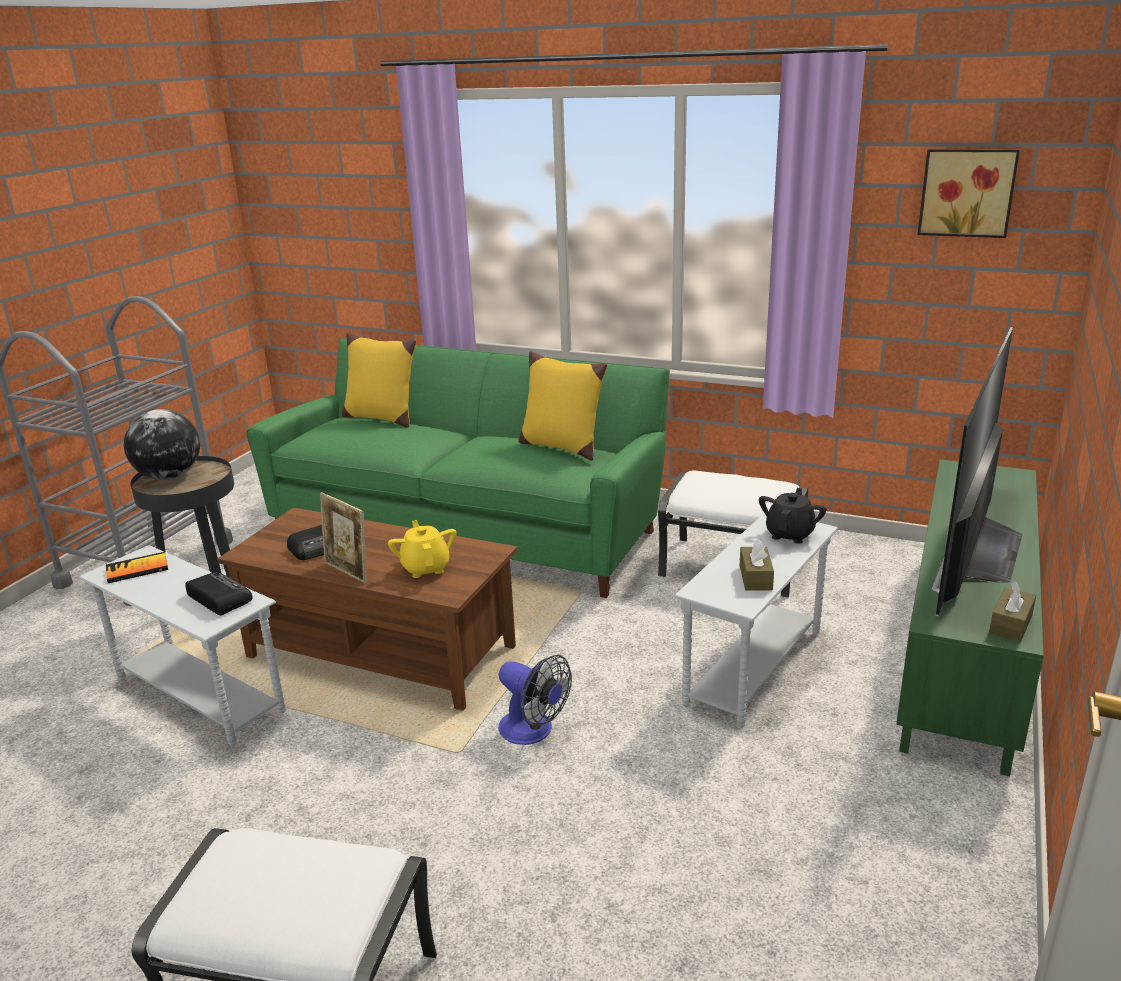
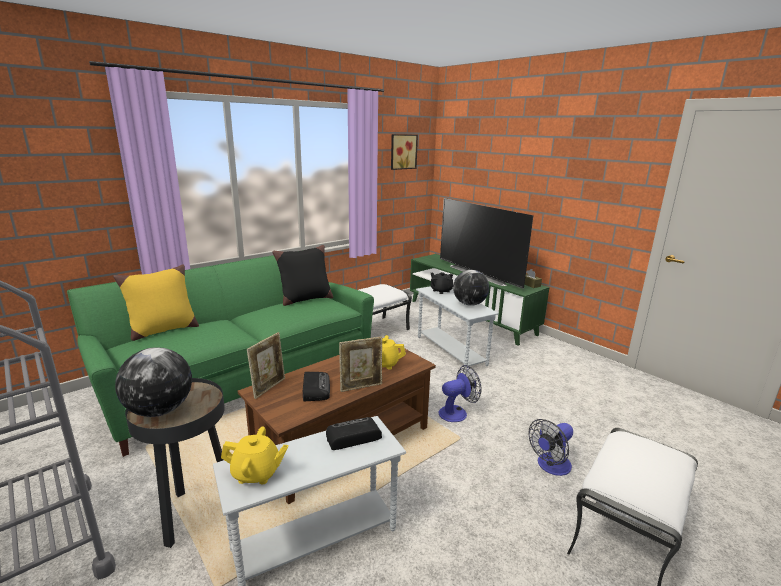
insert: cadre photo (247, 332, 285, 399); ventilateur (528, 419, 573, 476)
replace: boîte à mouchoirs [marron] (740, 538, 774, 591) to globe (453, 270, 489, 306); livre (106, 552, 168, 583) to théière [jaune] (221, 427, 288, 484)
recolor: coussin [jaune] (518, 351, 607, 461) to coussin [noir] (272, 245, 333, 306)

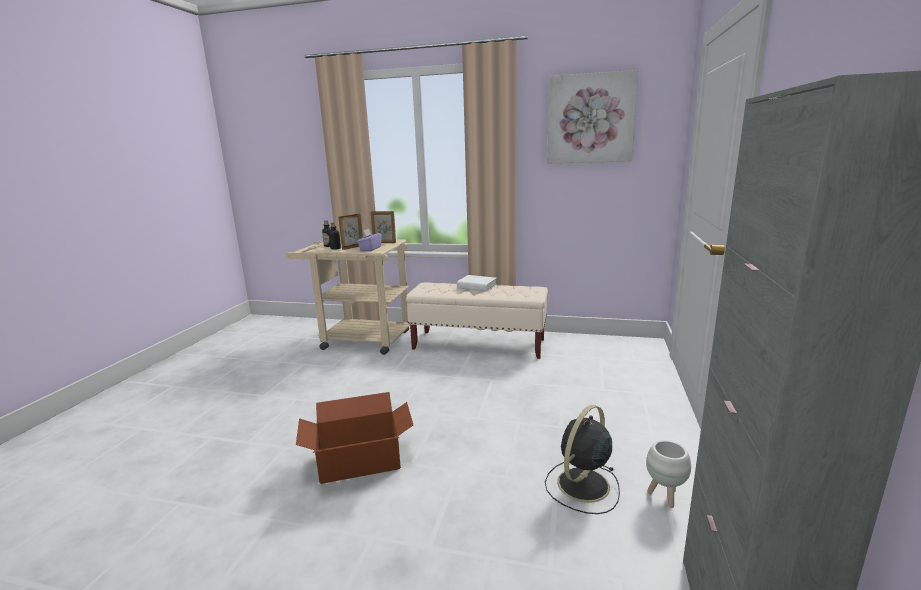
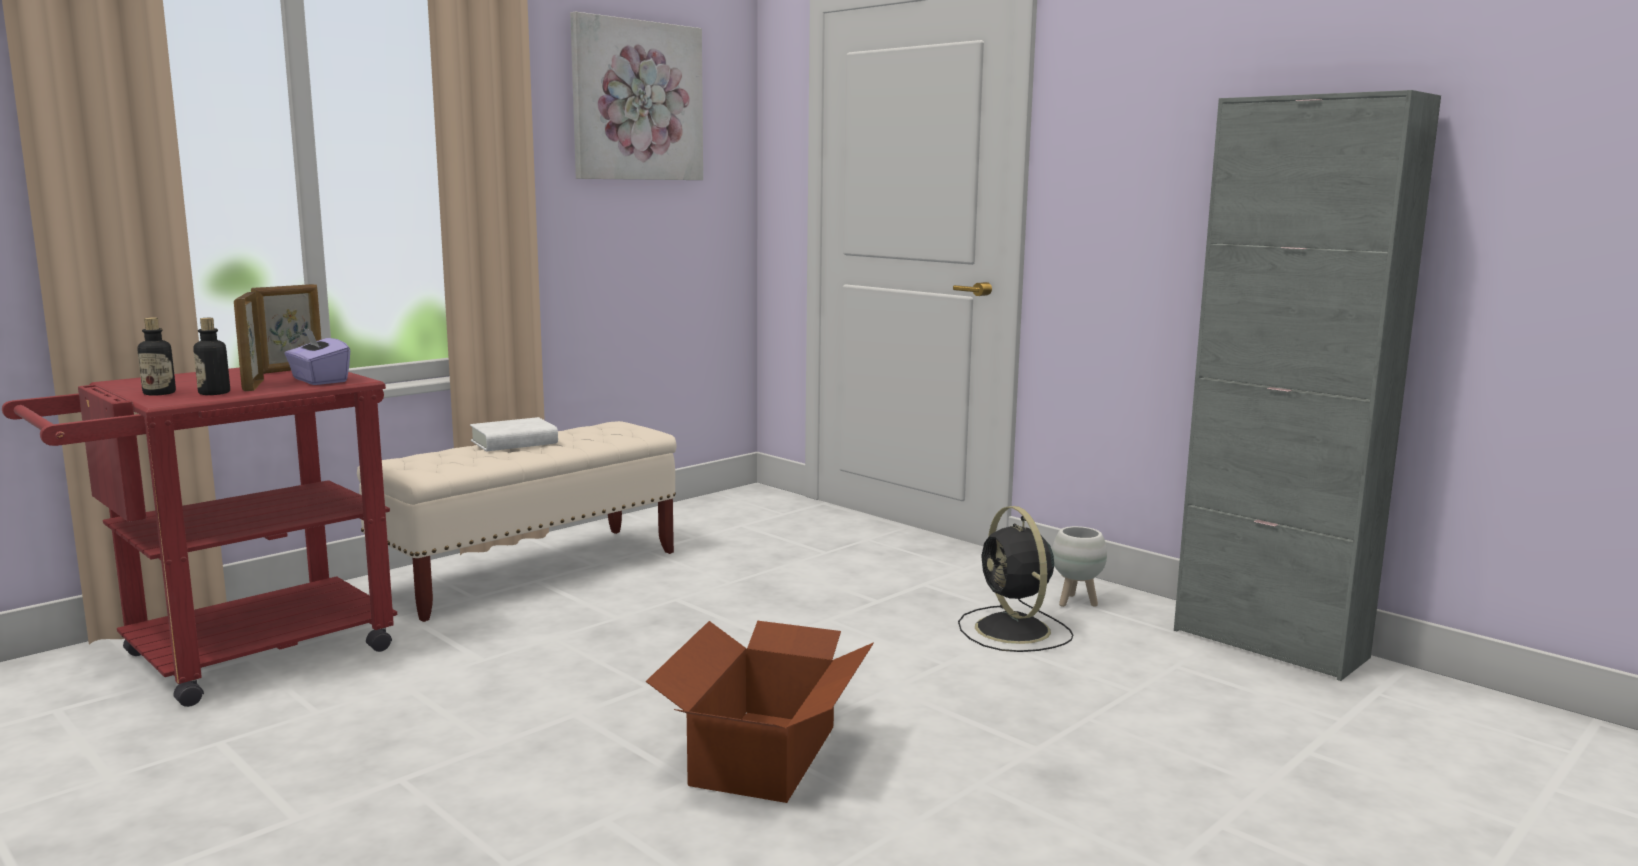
recolor: chariot [beige] (285, 239, 410, 355) to chariot [rouge] (2, 368, 397, 707)

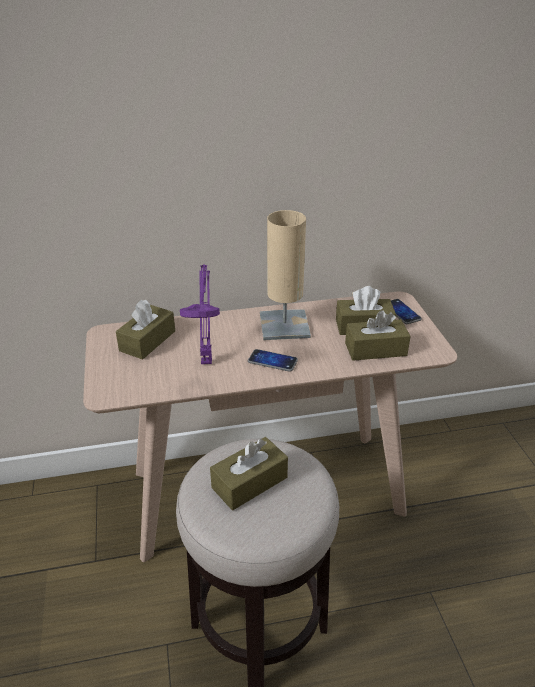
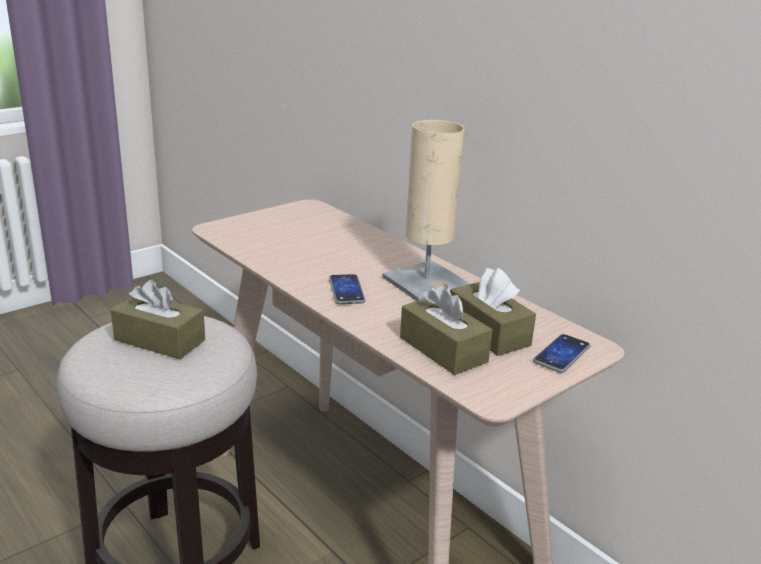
delete: lampe de table [violet] (180, 264, 220, 364); boîte à mouchoirs [marron] (116, 300, 175, 360)

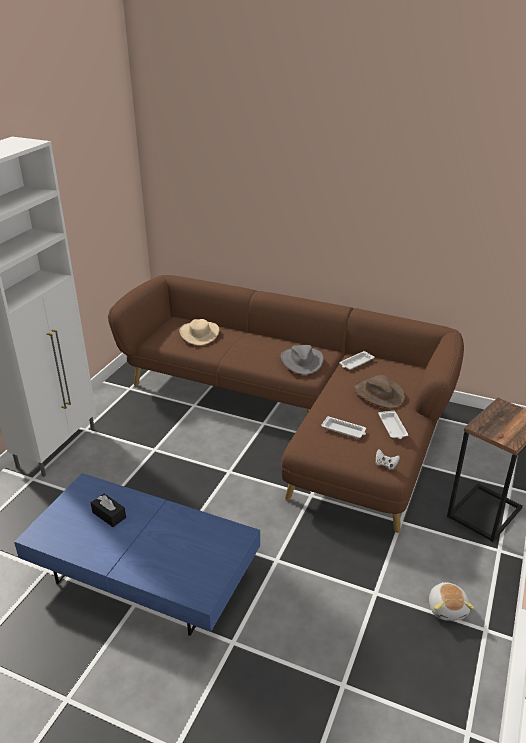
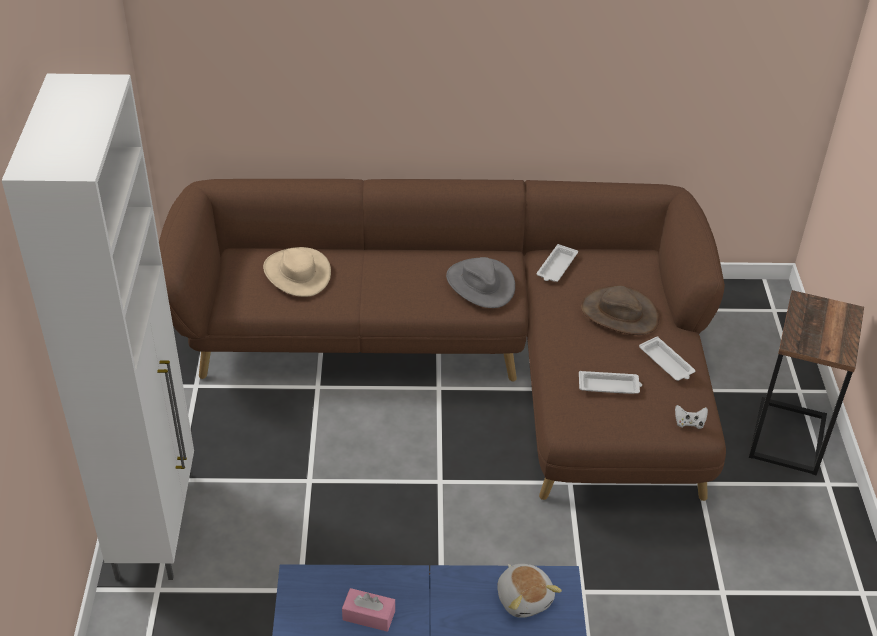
move: peluche (429, 582, 475, 621) to (497, 564, 562, 618)
recolor: boîte à mouchoirs [noir] (91, 494, 126, 527) to boîte à mouchoirs [rose] (342, 588, 395, 632)

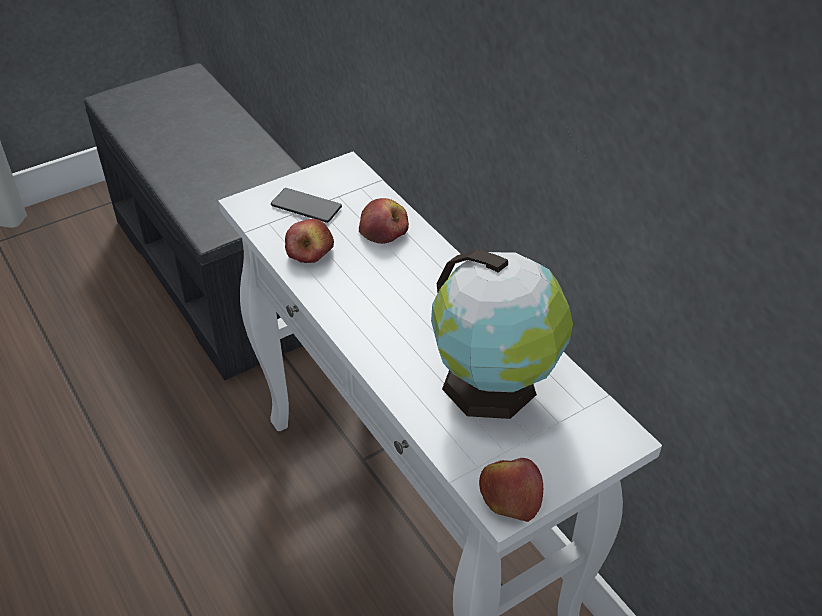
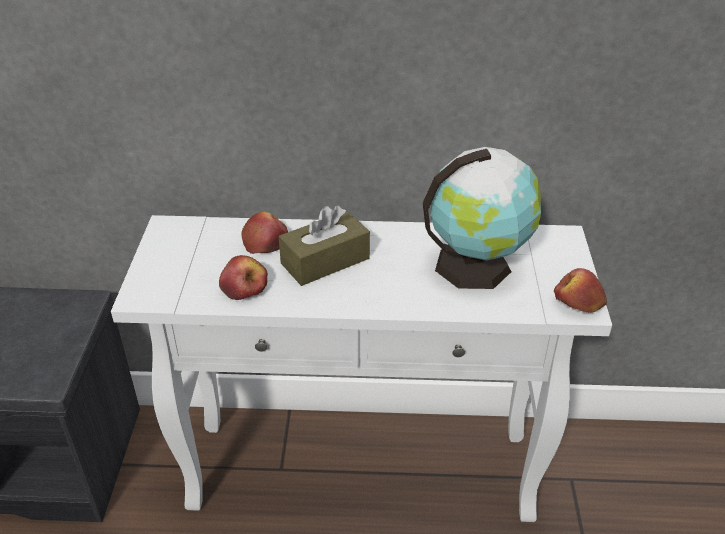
delete: téléphone (271, 188, 342, 223)
insert: boîte à mouchoirs [marron] (279, 206, 370, 286)

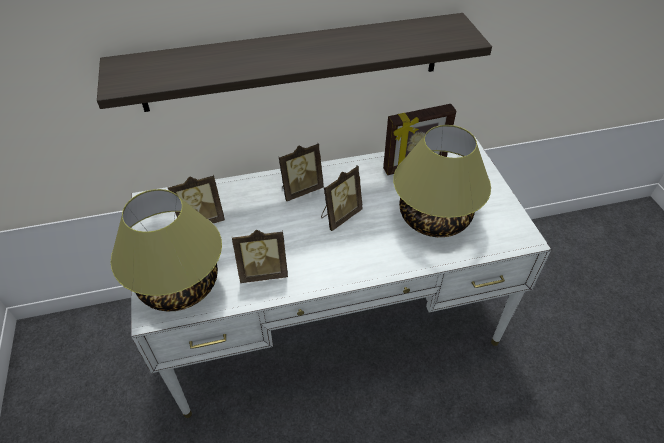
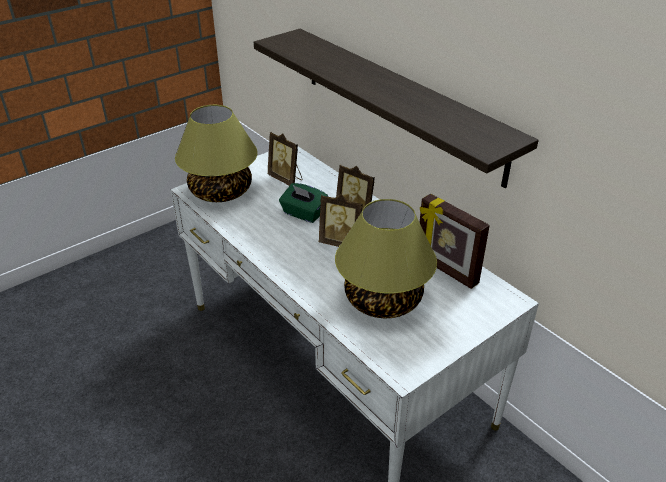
delete: cadre photo (232, 230, 288, 283)
insert: boîte à mouchoirs [vert] (279, 183, 328, 223)

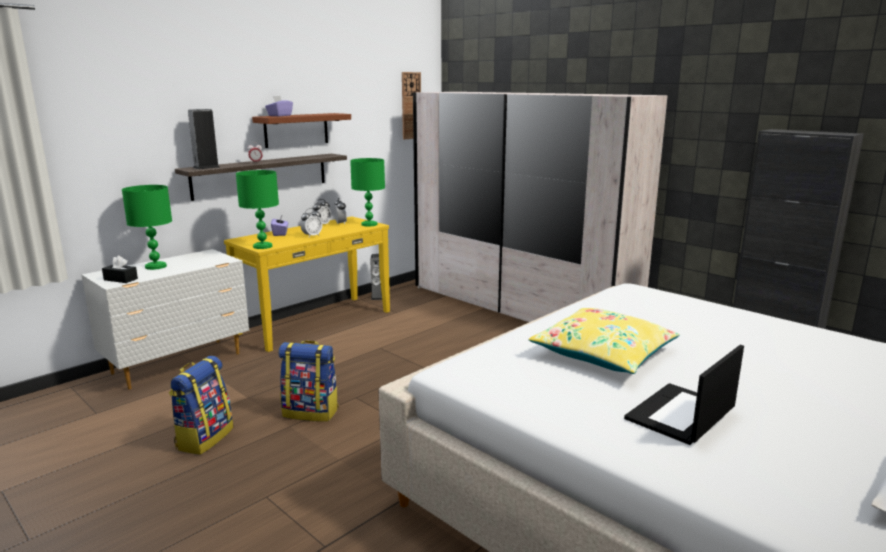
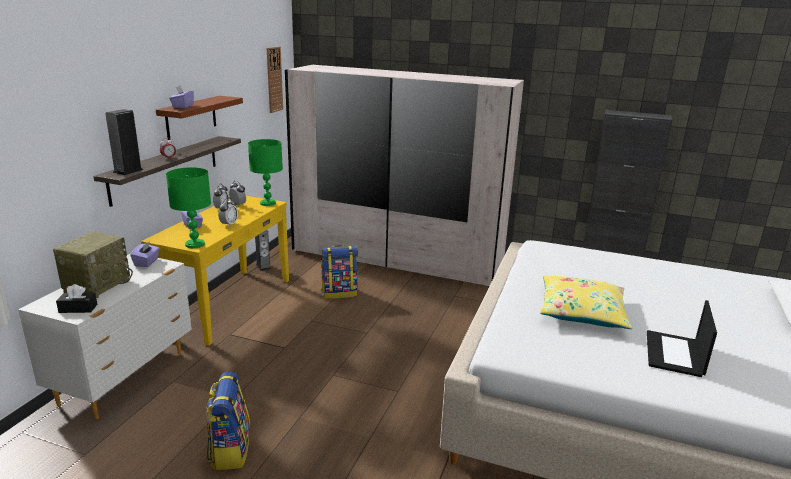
insert: boîte à mouchoirs [violet] (130, 241, 160, 267)
move: sac à dos (278, 340, 339, 422) to (321, 245, 358, 299)
replace: lampe de table [vert] (122, 185, 172, 270) to radio (53, 232, 133, 298)

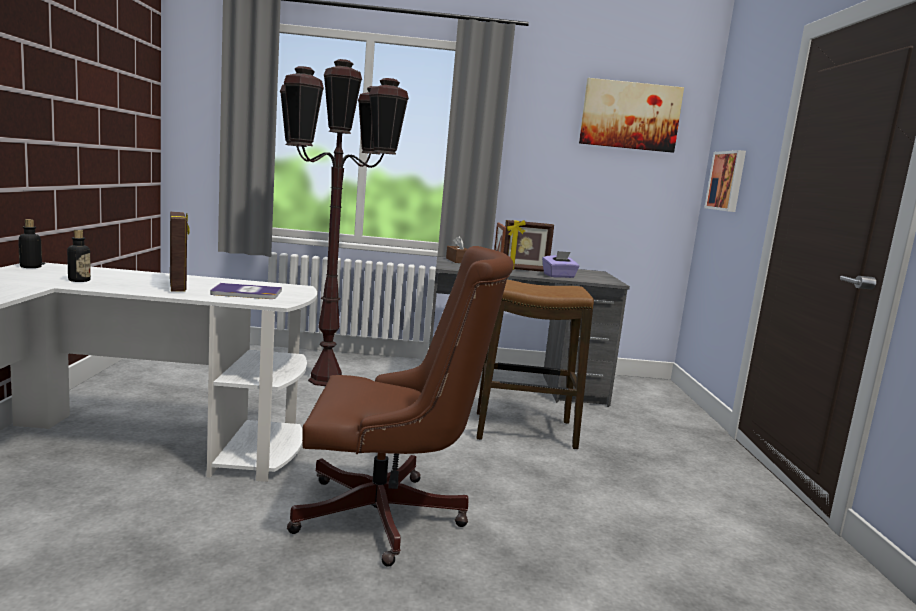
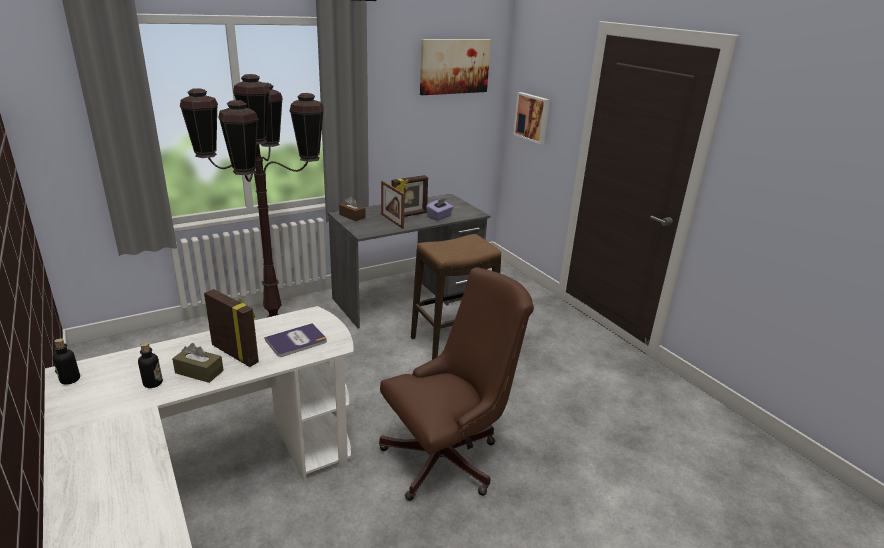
insert: boîte à mouchoirs [marron] (172, 343, 224, 383)

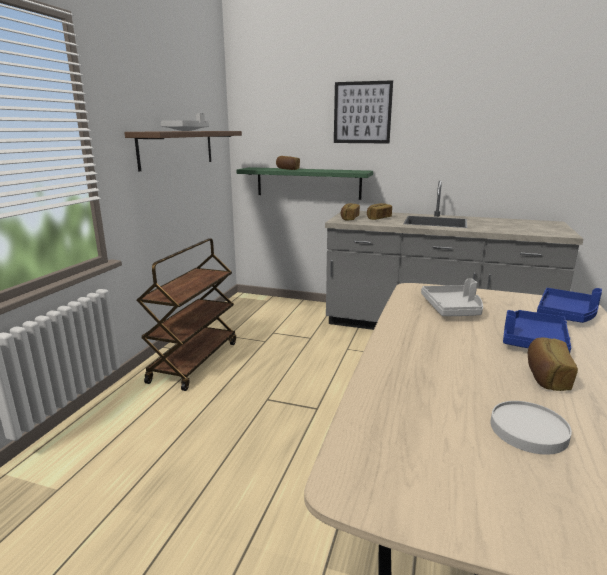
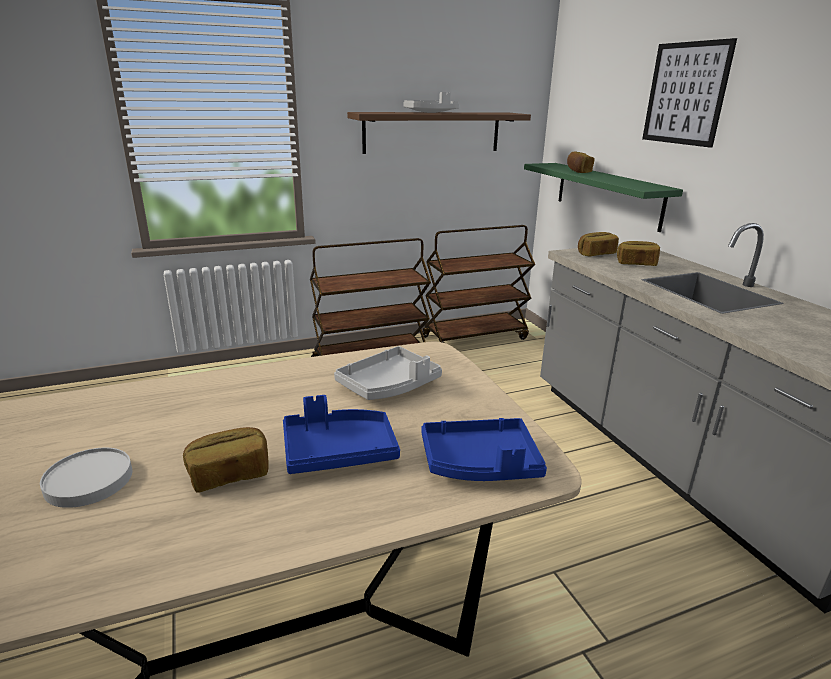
insert: chariot [marron] (422, 225, 535, 343)

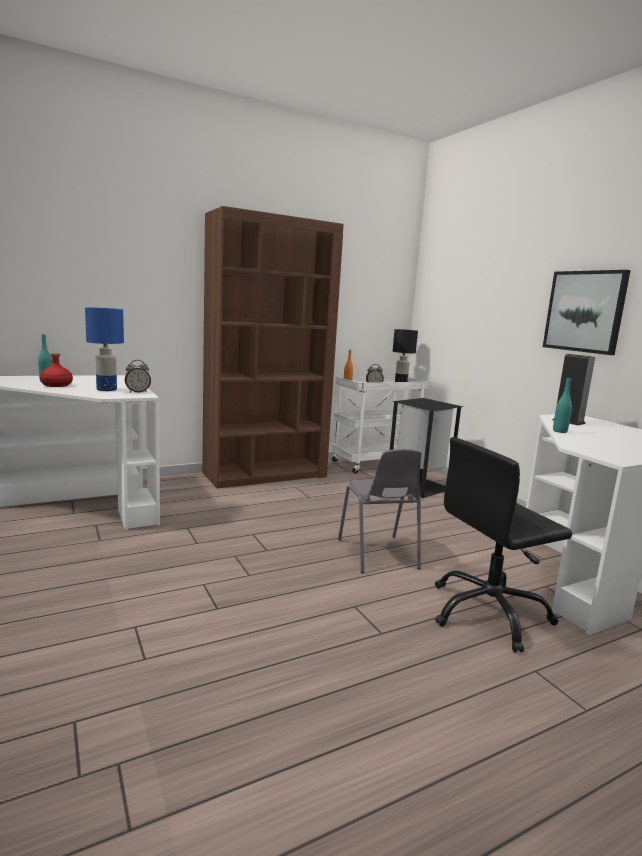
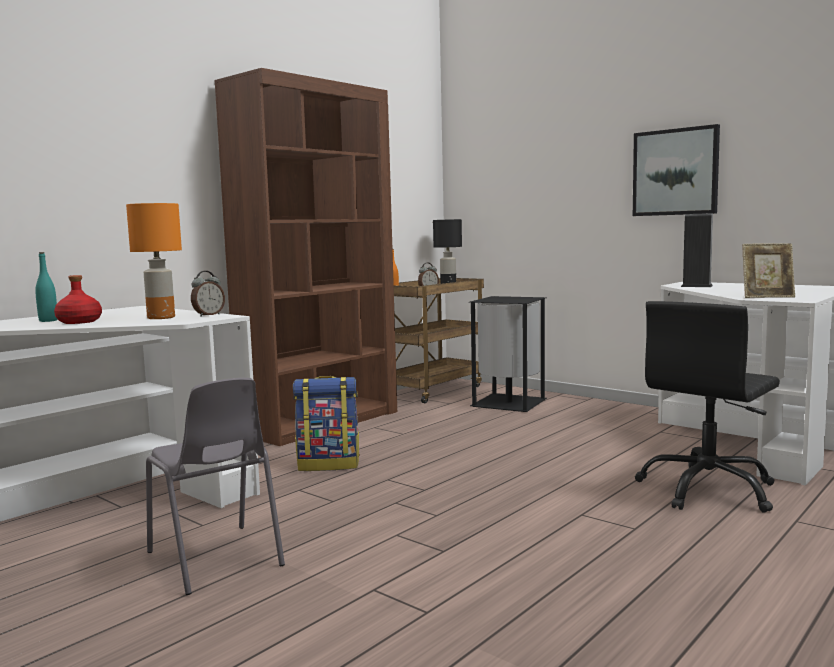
delete: bouteille [turquoise] (553, 377, 572, 433)
insert: cadre photo (742, 243, 795, 298); sac à dos (293, 376, 360, 471)
move: chaise [gris] (338, 449, 422, 573) to (146, 378, 285, 595)
recolor: lampe de table [bleu] (85, 307, 124, 391) to lampe de table [orange] (126, 203, 182, 319); chariot [blanc] (331, 376, 428, 474) to chariot [marron] (394, 278, 484, 403)

